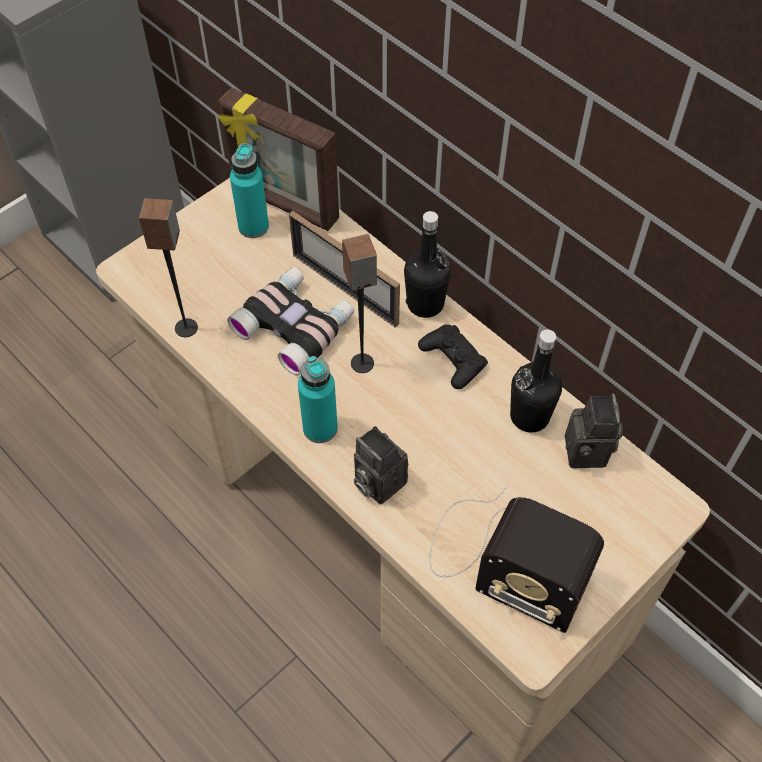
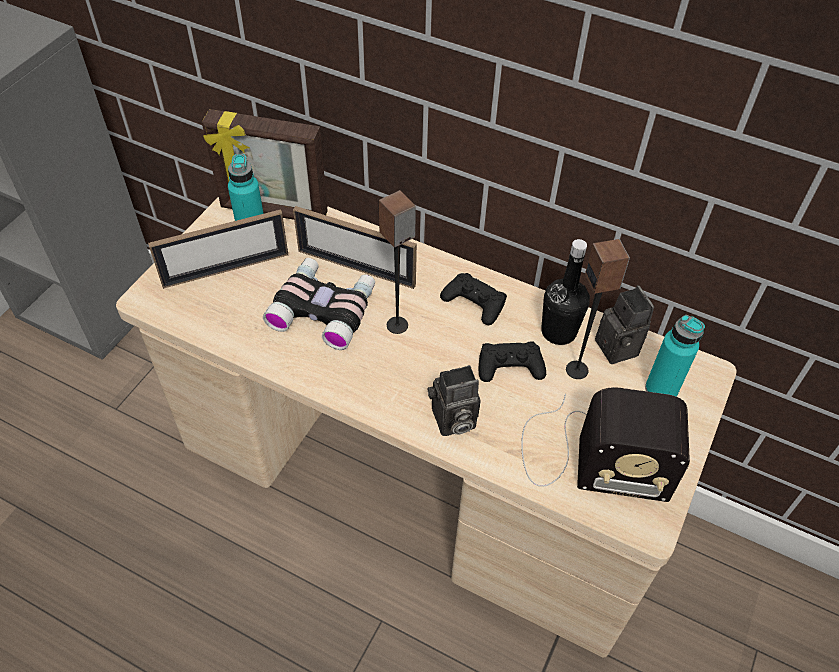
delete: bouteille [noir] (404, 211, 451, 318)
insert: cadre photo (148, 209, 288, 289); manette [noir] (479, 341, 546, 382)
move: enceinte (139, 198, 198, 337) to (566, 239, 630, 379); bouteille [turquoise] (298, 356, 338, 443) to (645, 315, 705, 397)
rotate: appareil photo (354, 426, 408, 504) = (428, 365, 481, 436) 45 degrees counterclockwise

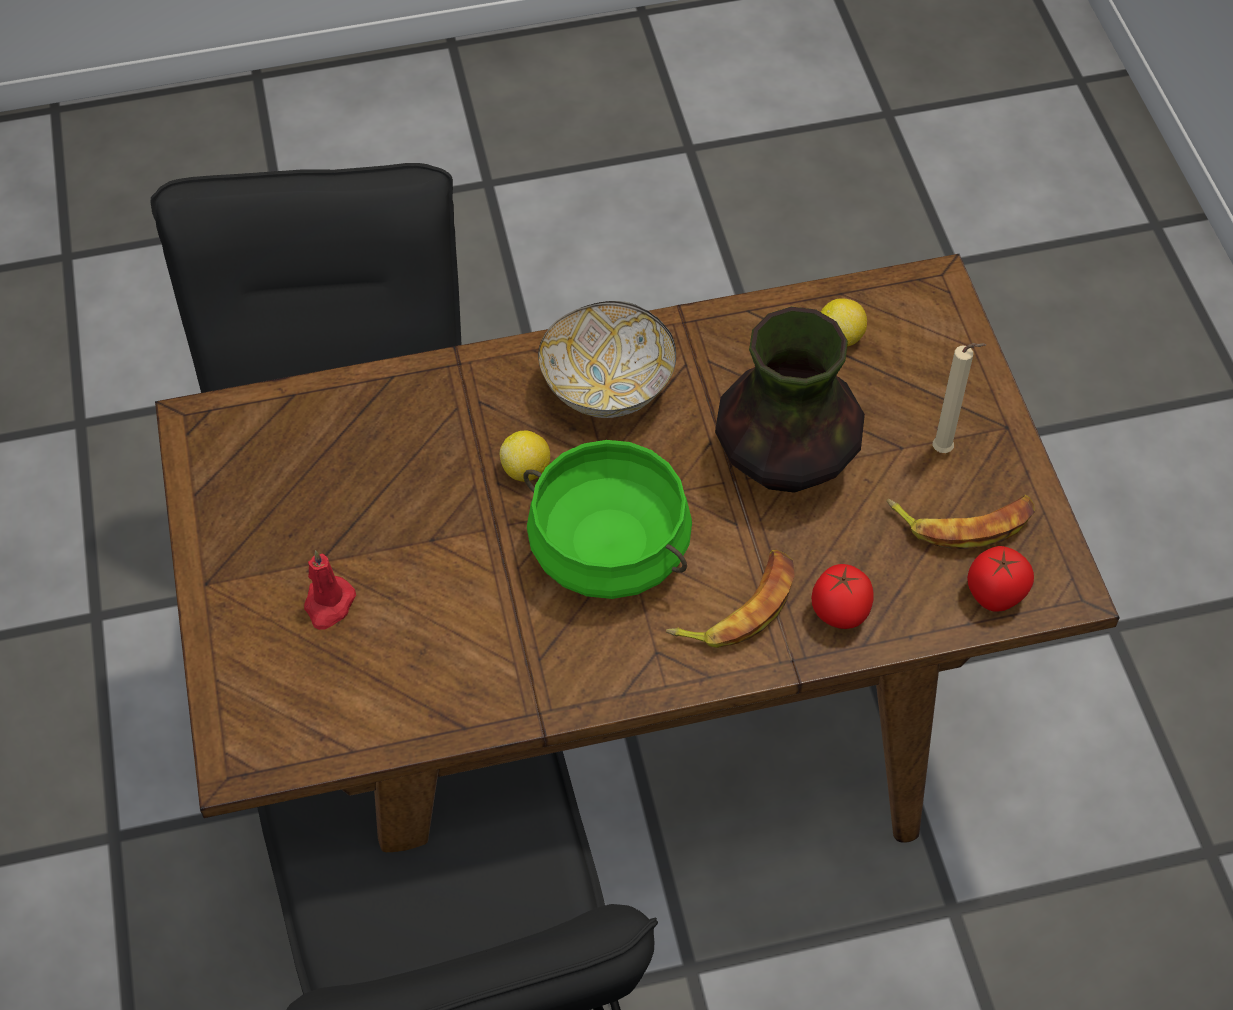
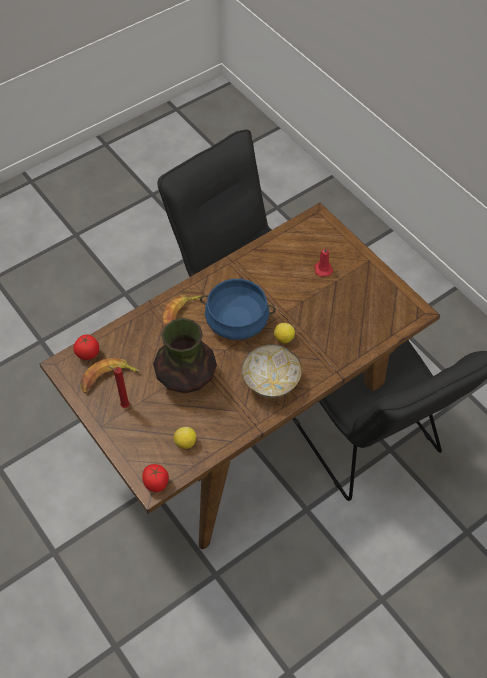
move: tomate (812, 564, 874, 629) to (142, 464, 169, 492)
recolor: bougie [beige] (933, 343, 986, 453) to bougie [rouge] (109, 367, 130, 408); marmite [vert] (523, 440, 692, 599) to marmite [bleu] (200, 279, 276, 340)

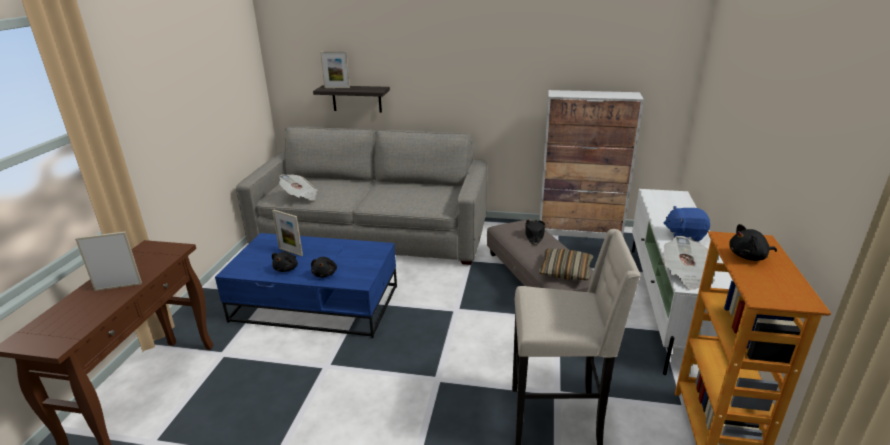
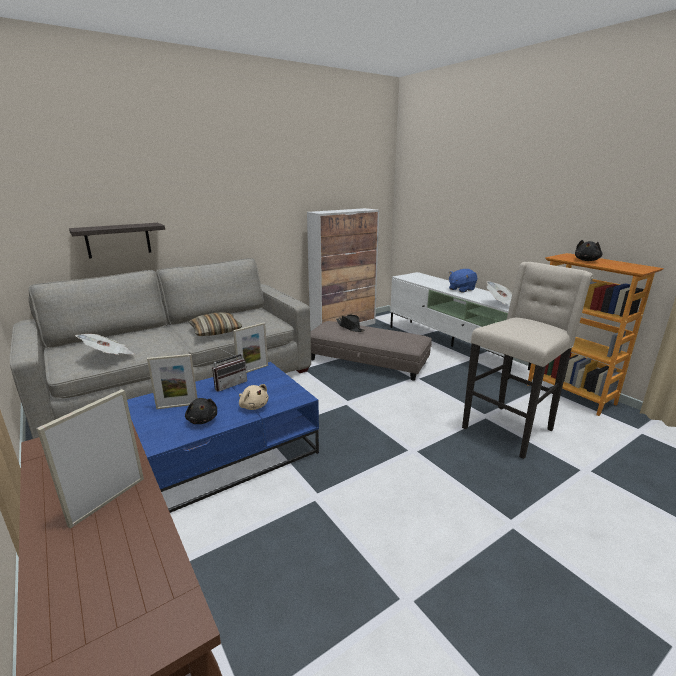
insert: radio (212, 347, 247, 392)
move: cadre photo (320, 51, 350, 88) to (233, 323, 268, 373); coussin (538, 249, 593, 280) to (188, 312, 242, 336)
recolor: peluche [noir] (311, 257, 337, 277) to peluche [beige] (239, 384, 269, 410)

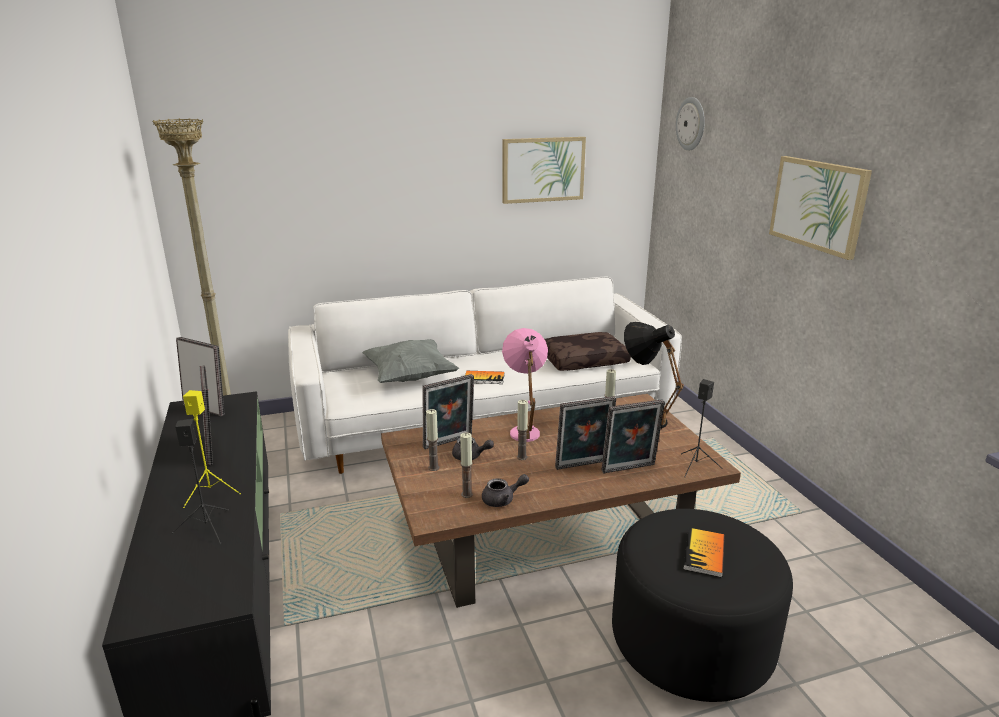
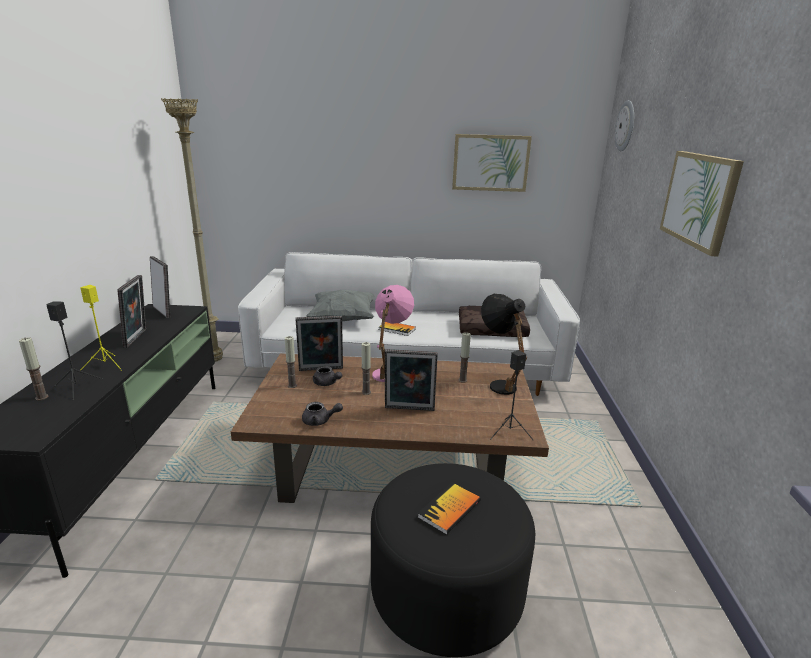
delete: cadre photo (601, 399, 665, 473)
move: bougie (460, 432, 473, 498) to (19, 337, 48, 400)

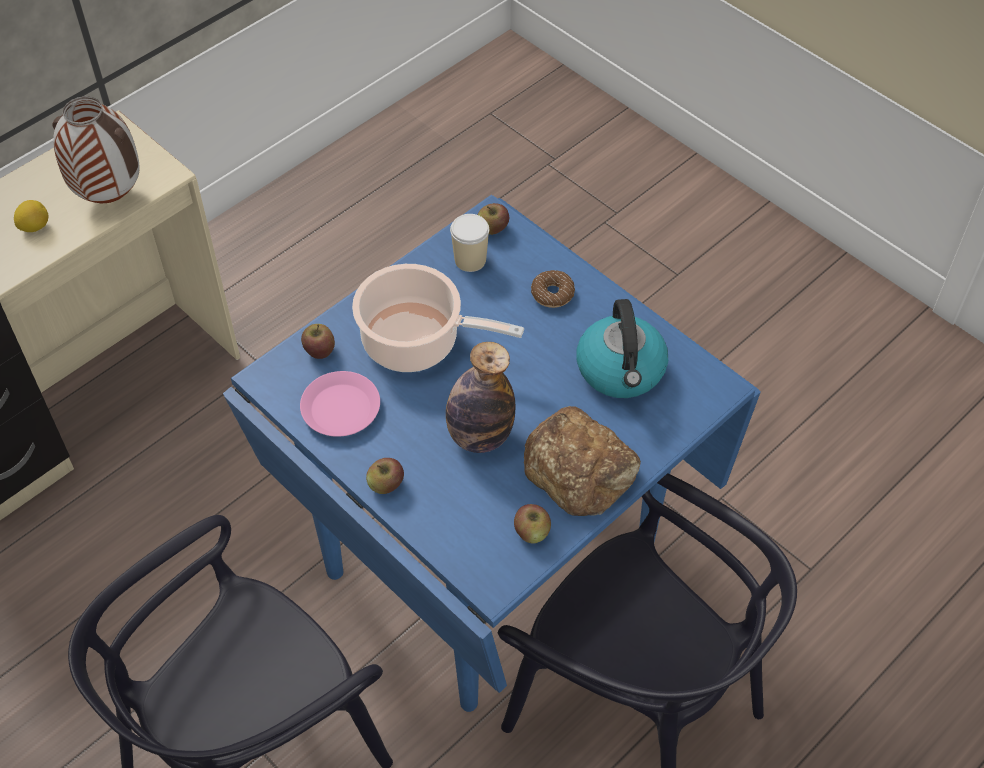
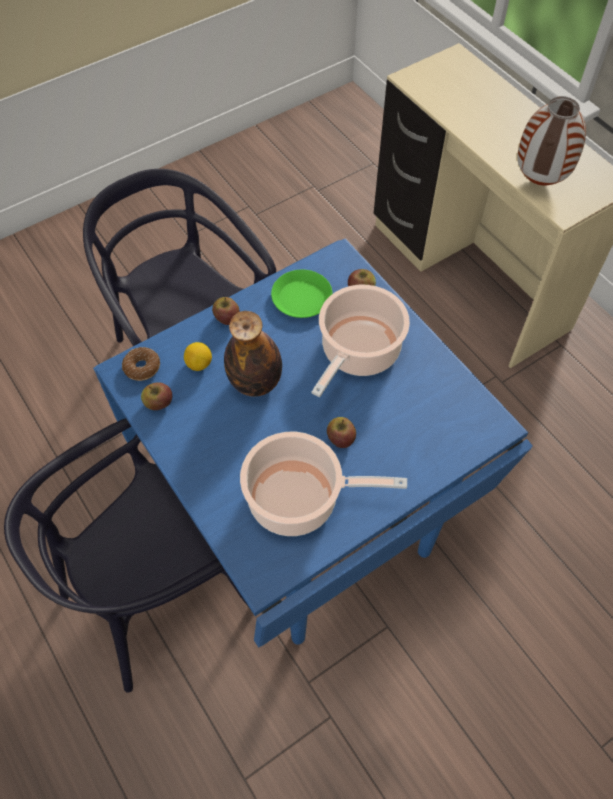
delete: tasse (450, 214, 489, 272); pain (524, 406, 641, 516)
move: citron (14, 200, 48, 232) to (184, 342, 212, 371); pomme (477, 203, 509, 235) to (327, 417, 356, 448); beignet (531, 270, 575, 308) to (122, 347, 160, 381)
replace: bouilloire (577, 299, 668, 398) to marmite (240, 432, 407, 536)
recolor: assiette [rose] (300, 371, 380, 437) to assiette [vert] (271, 270, 333, 318)

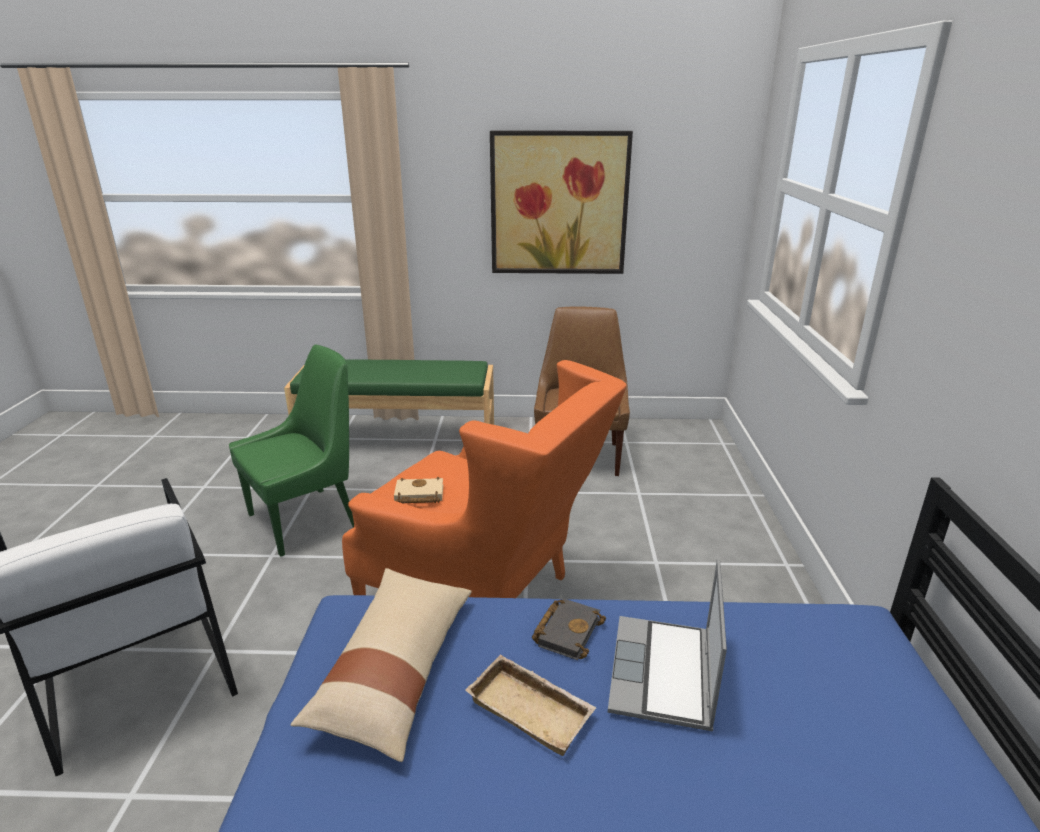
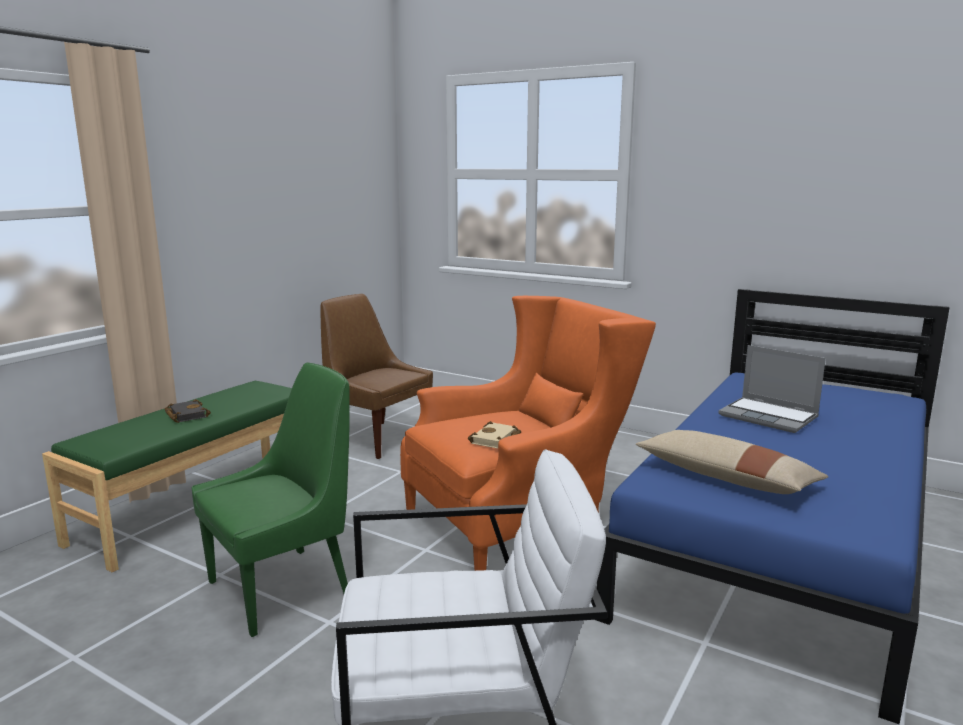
delete: tableau (490, 131, 633, 274); plateau [beige] (465, 654, 596, 756)
move: livre [noir] (532, 599, 606, 660) to (164, 399, 211, 423)
rotate: chaise [vert] (229, 345, 354, 557) = (192, 363, 350, 637) 60 degrees clockwise

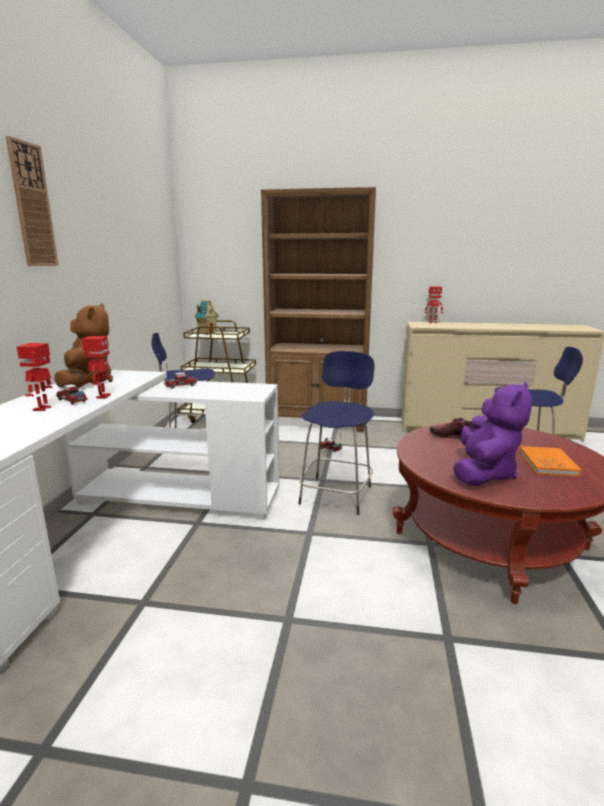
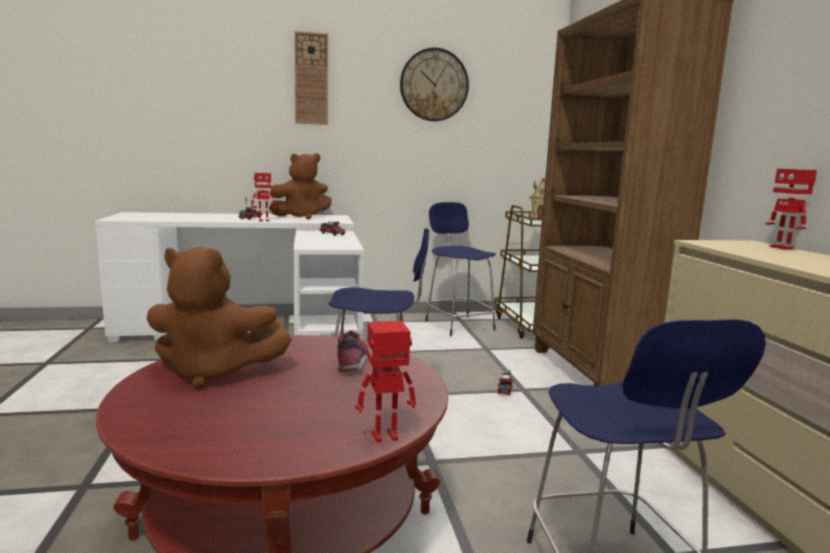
delete: livre [orange] (519, 446, 582, 477)
insert: horloge murale (400, 48, 469, 121)
move: robot jouet (17, 343, 52, 411) to (355, 321, 416, 442)
recolor: peluche [violet] (453, 382, 532, 486) to peluche [marron] (147, 247, 292, 389)

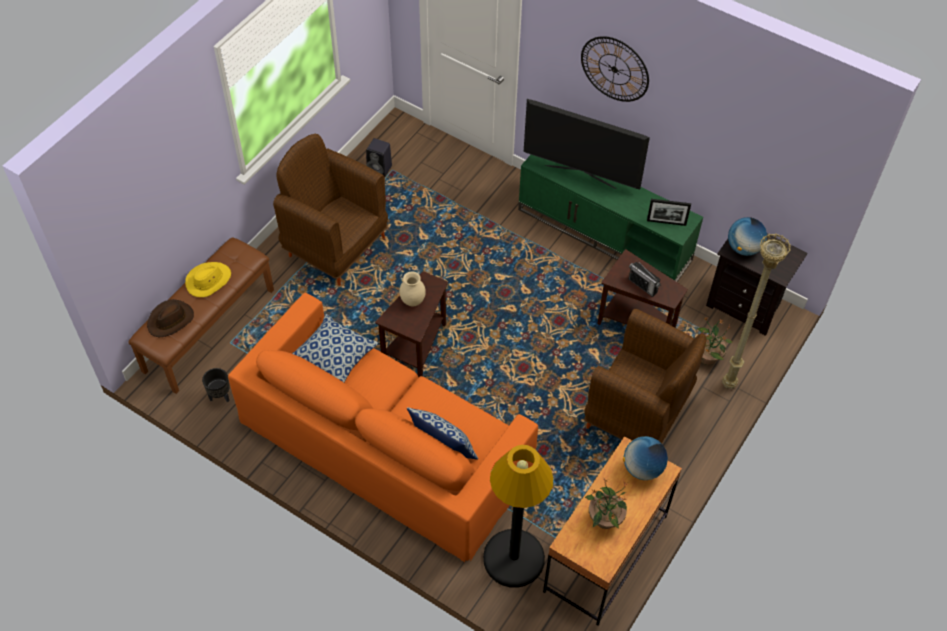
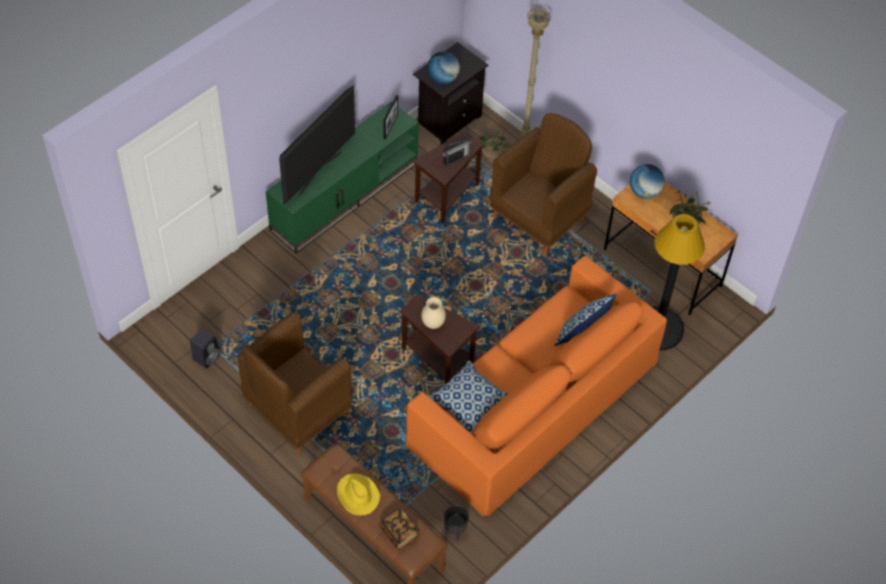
delete: horloge murale (581, 36, 649, 102)
replace: chapeau [marron] (147, 299, 194, 337) to livre (379, 508, 419, 550)

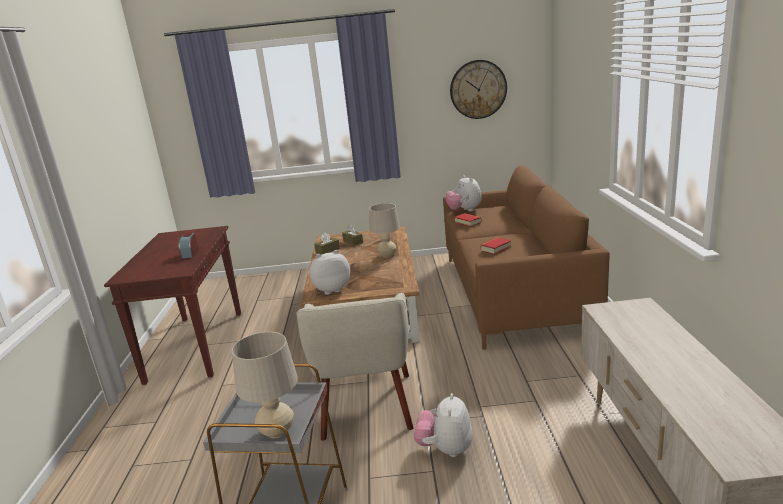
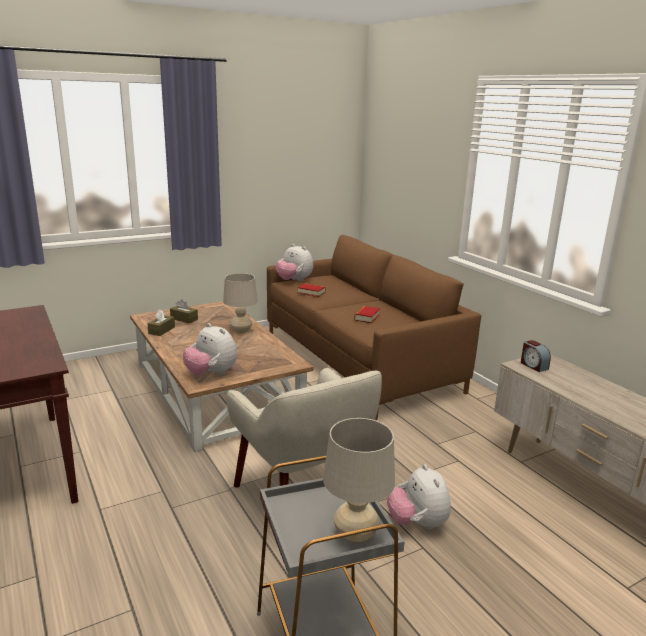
delete: horloge murale (450, 60, 507, 119)
move: réveil (178, 232, 199, 258) to (521, 340, 551, 372)
rotate: peluche (309, 250, 350, 295) = (183, 323, 237, 375) 90 degrees counterclockwise

